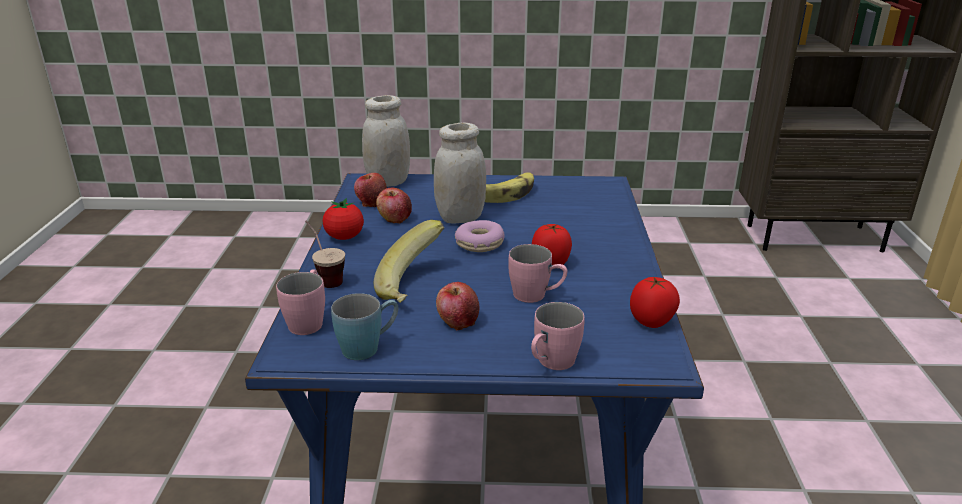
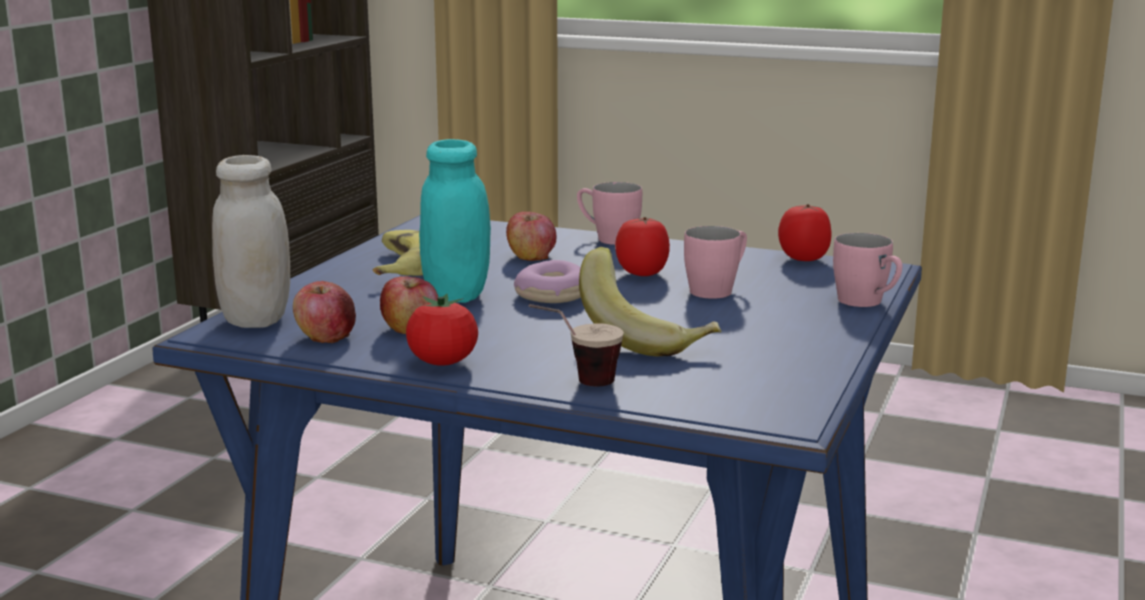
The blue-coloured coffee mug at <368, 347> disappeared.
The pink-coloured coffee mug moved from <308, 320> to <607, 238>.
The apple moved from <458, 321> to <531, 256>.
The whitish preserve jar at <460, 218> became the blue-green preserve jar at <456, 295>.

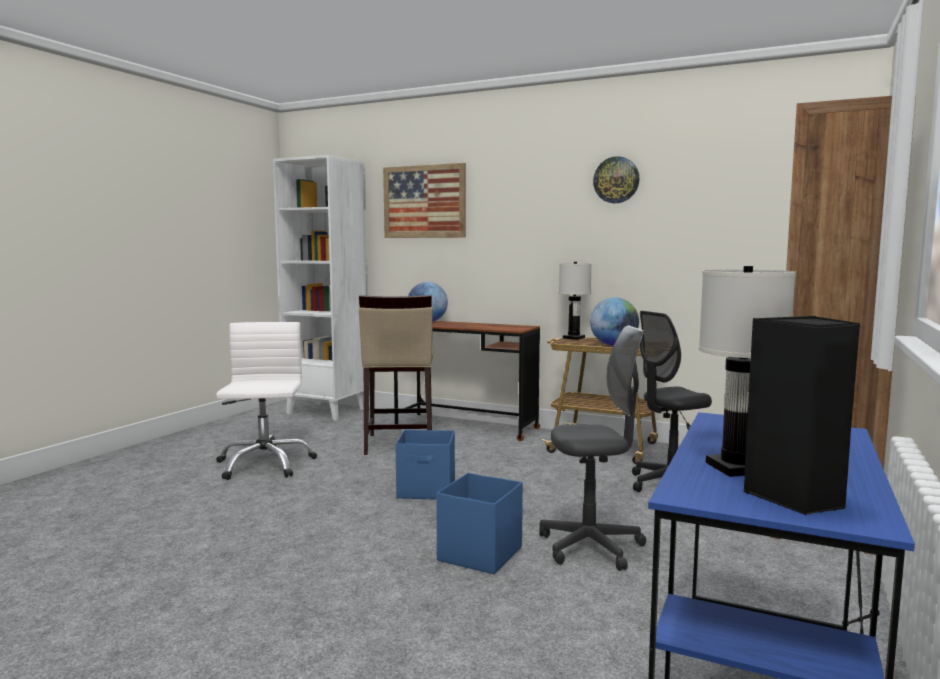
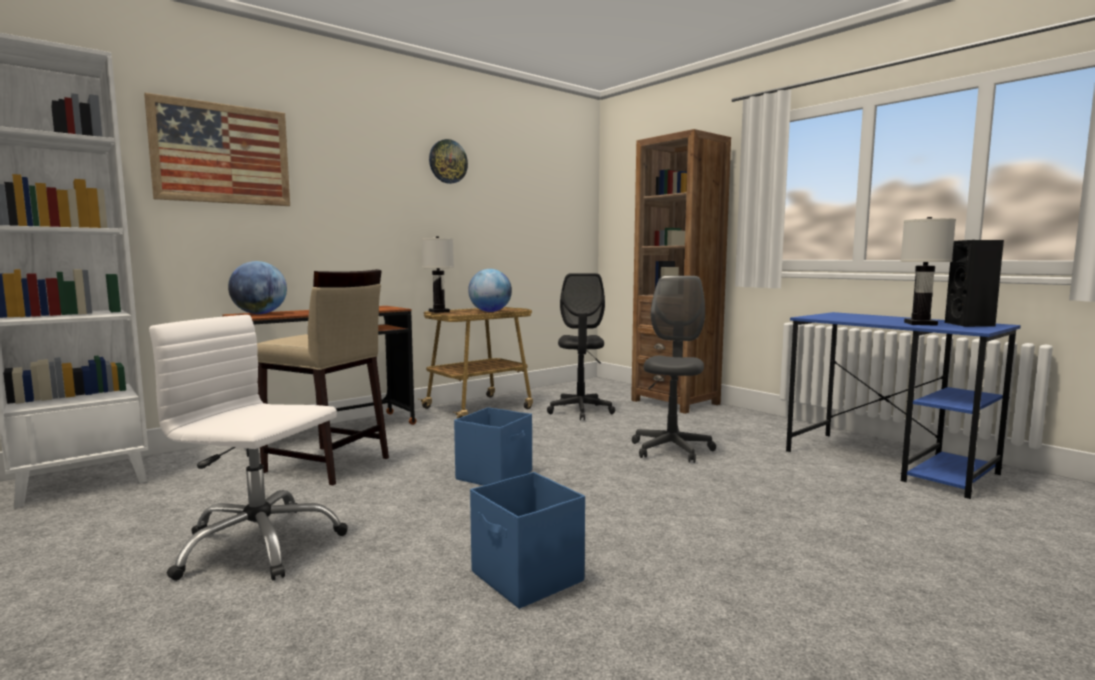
The blue-coloured storage bin moved from <479, 554> to <527, 578>.

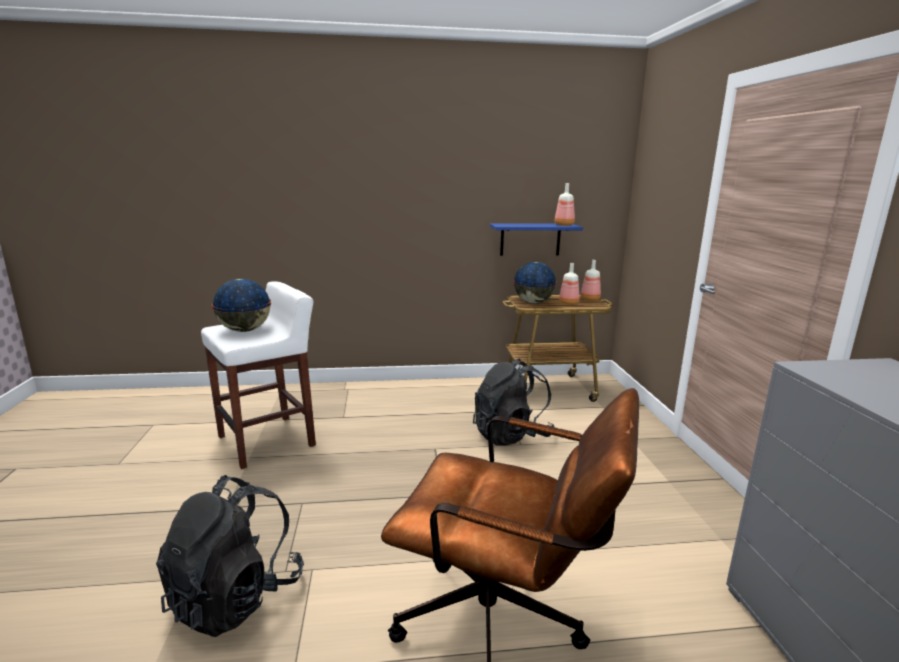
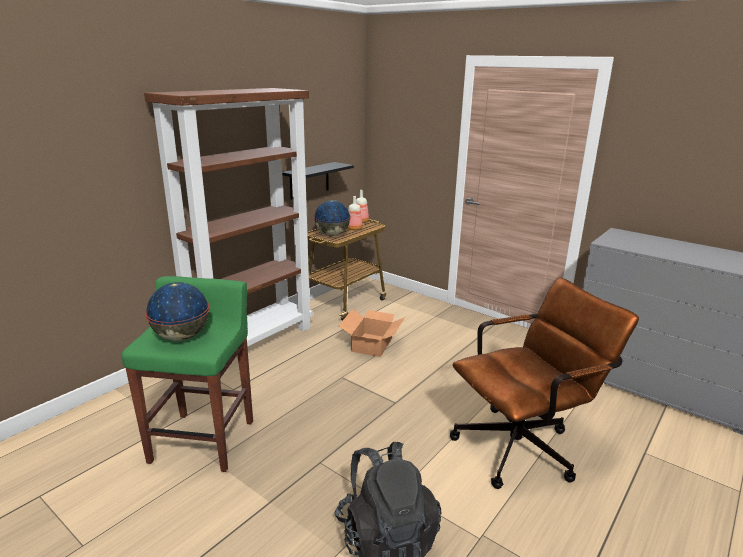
The beverage bottle at <564, 225> disappeared.
The brownish bookshelf at <253, 343> appeared.
The black-coloured rucksack at <511, 435> was replaced by the carton at <372, 344>.
The whitish stool seat at <268, 441> became the greenish stool seat at <204, 440>.
The blue-coloured bracket shelf at <530, 239> became the black-coloured bracket shelf at <309, 180>.

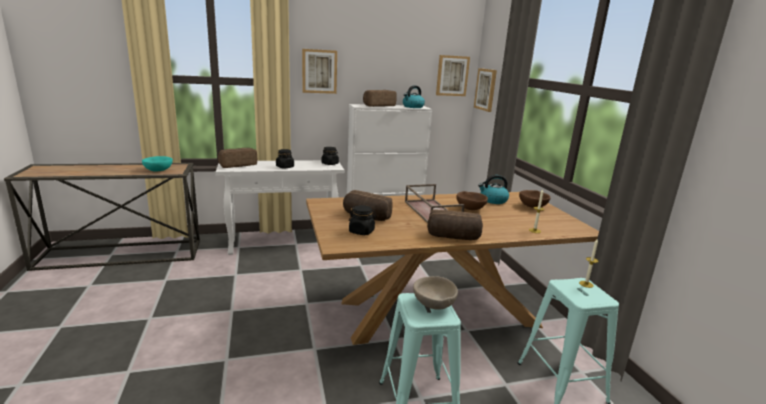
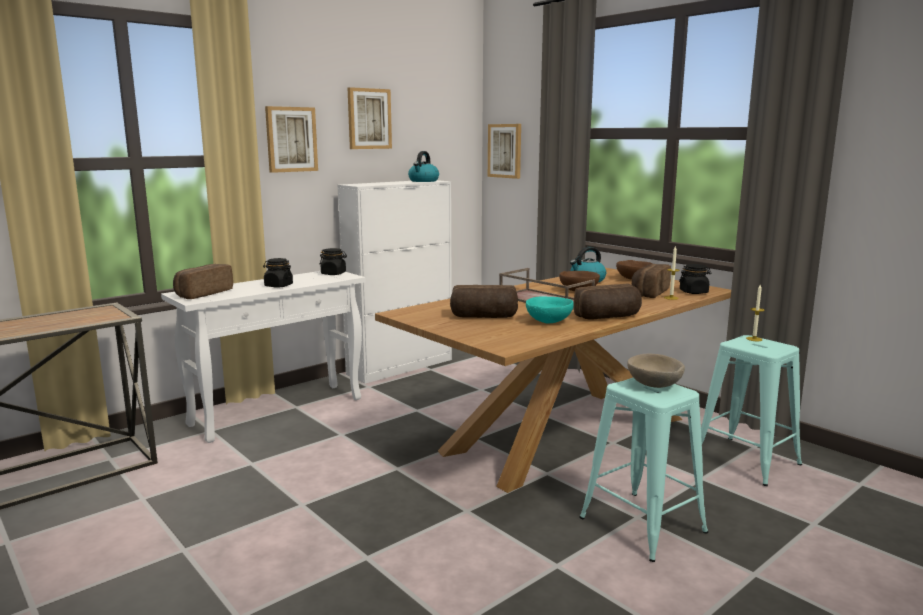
The blue-green bowl moved from <159, 170> to <548, 321>.
The black-coloured preserve jar moved from <362, 231> to <694, 292>.
The bread moved from <378, 105> to <648, 292>.
The picture moved from <452, 75> to <369, 119>.

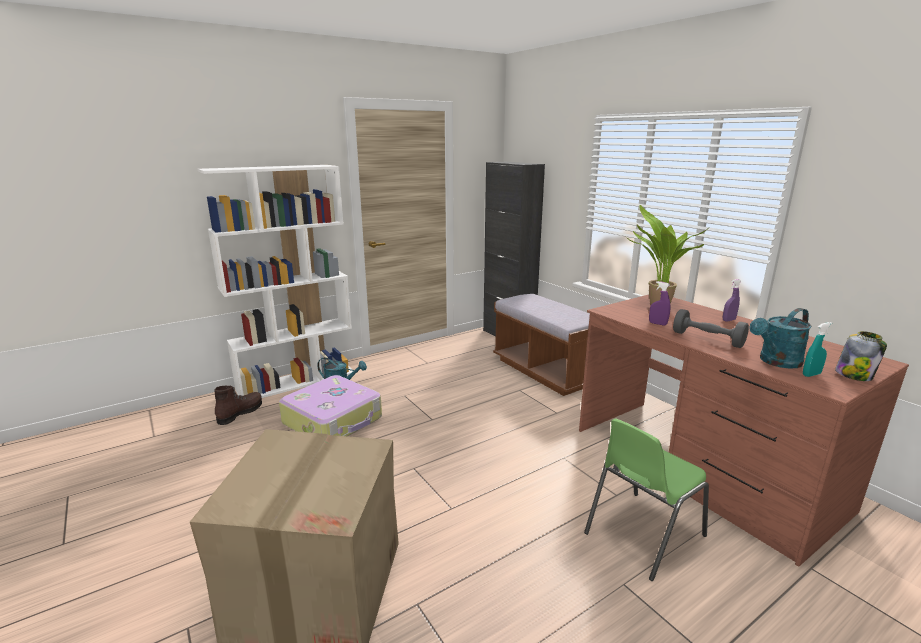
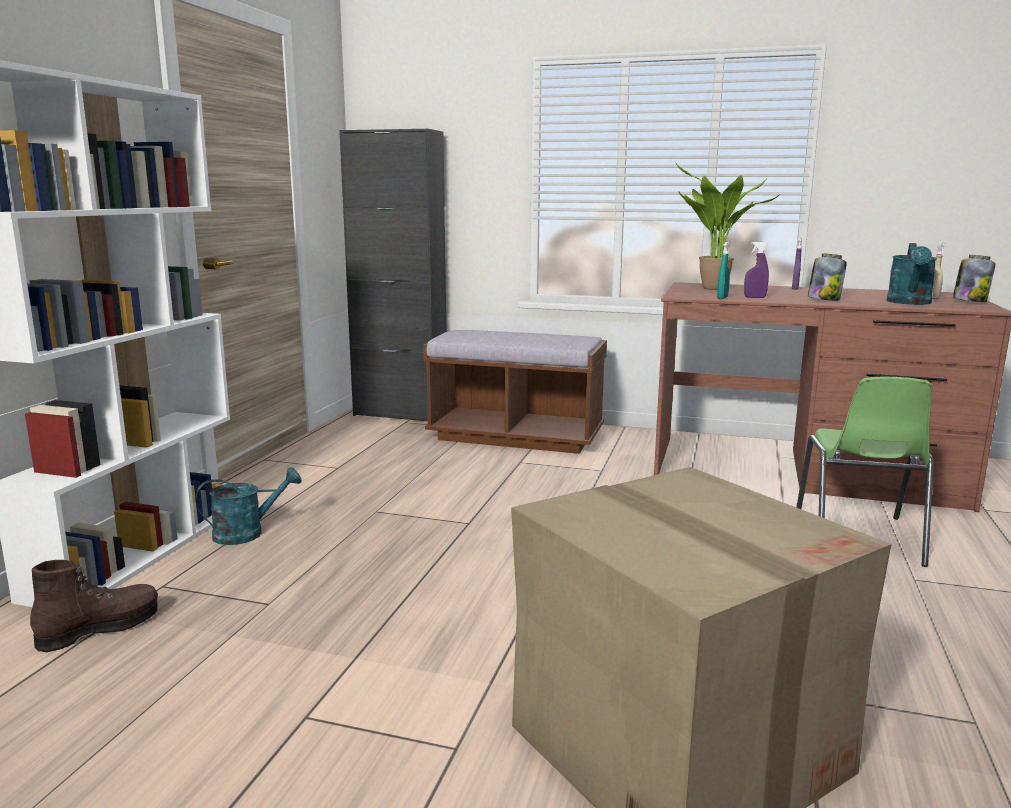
The piece of luggage at <334, 421> disappeared.
The beige-coloured sprayer at <933, 298> appeared.
The blue-green sprayer moved from <811, 374> to <722, 298>.
The gray hand weight at <707, 339> was replaced by the preserve jar at <824, 299>.
The brownish tall boot at <240, 413> turned 60 degrees clockwise.

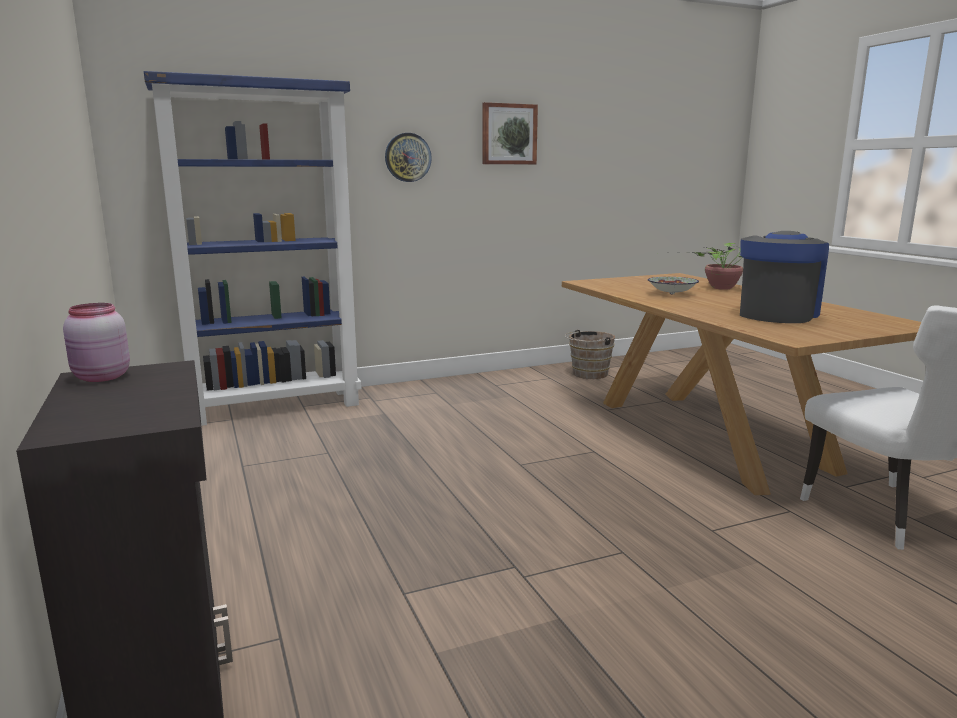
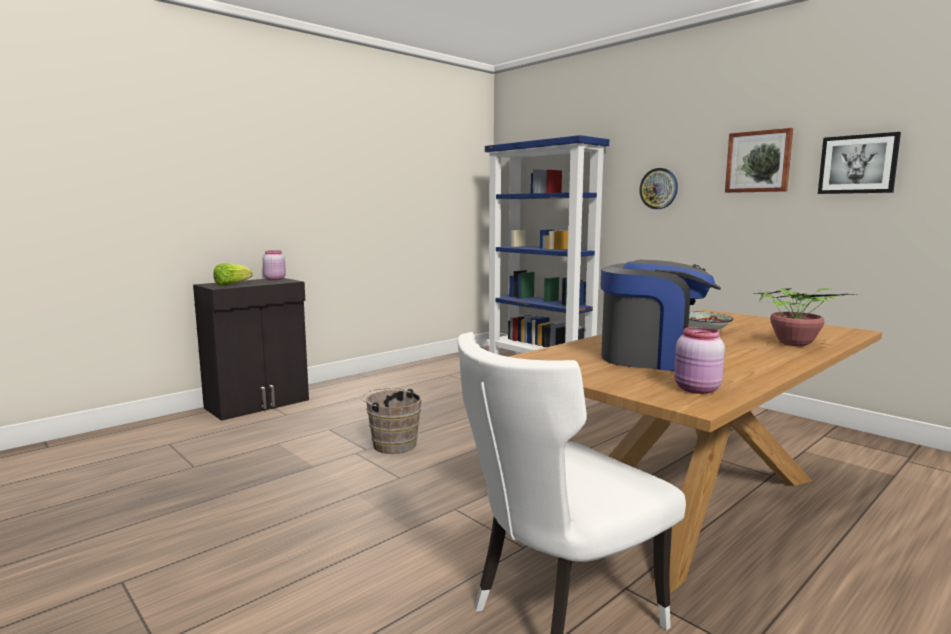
The head of lettuce at <231, 285> appeared.
The pink-coloured preserve jar at <696, 390> appeared.
The picture at <858, 164> appeared.
The brownish pail moved from <587, 374> to <392, 444>.

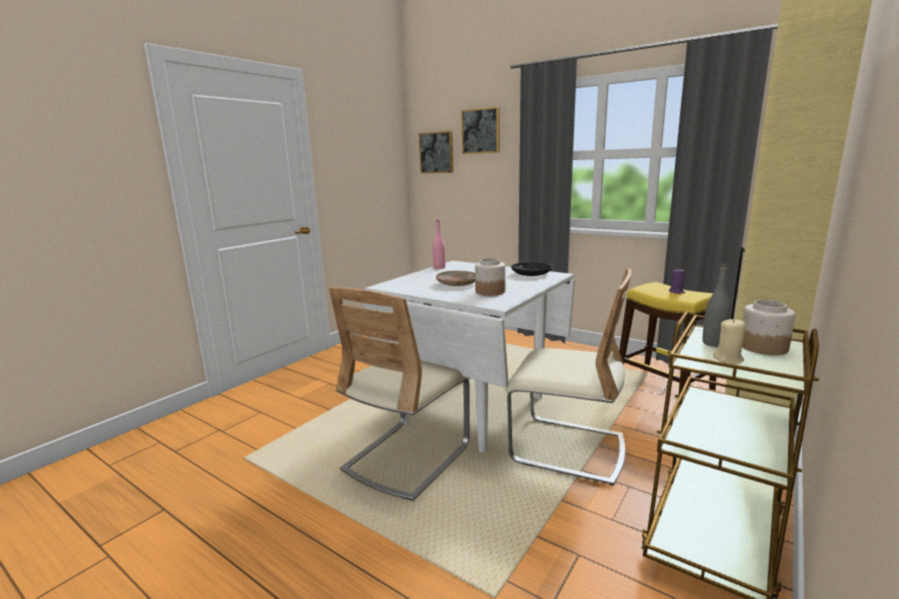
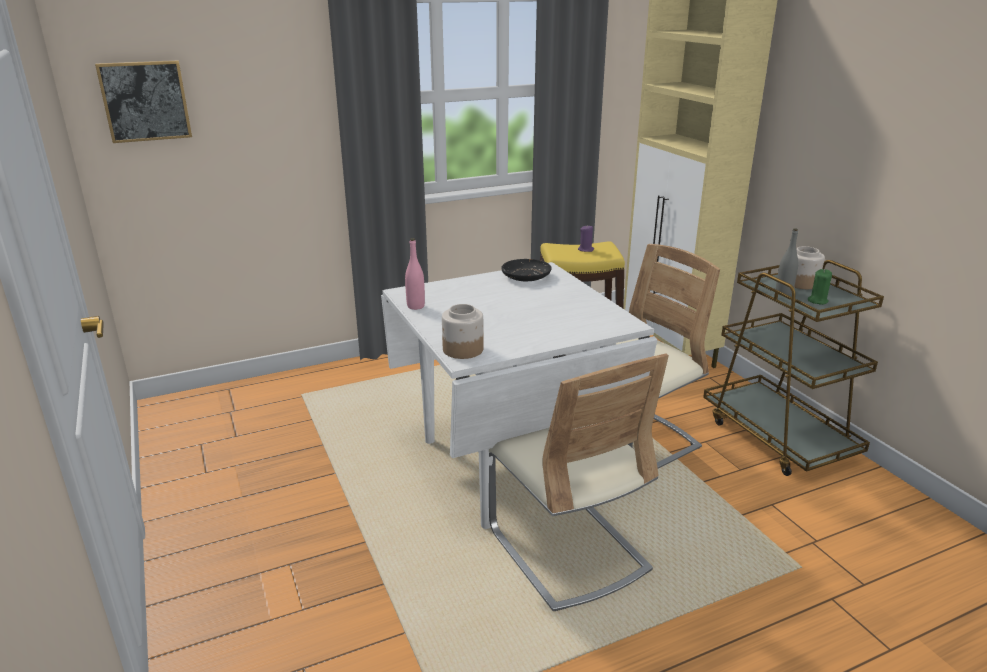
The beige-coloured flat dish at <457, 283> disappeared.
The picture at <481, 131> disappeared.
The preserve jar moved from <489, 291> to <462, 350>.
The beige-coloured wax candle at <728, 359> became the greenish wax candle at <817, 301>.

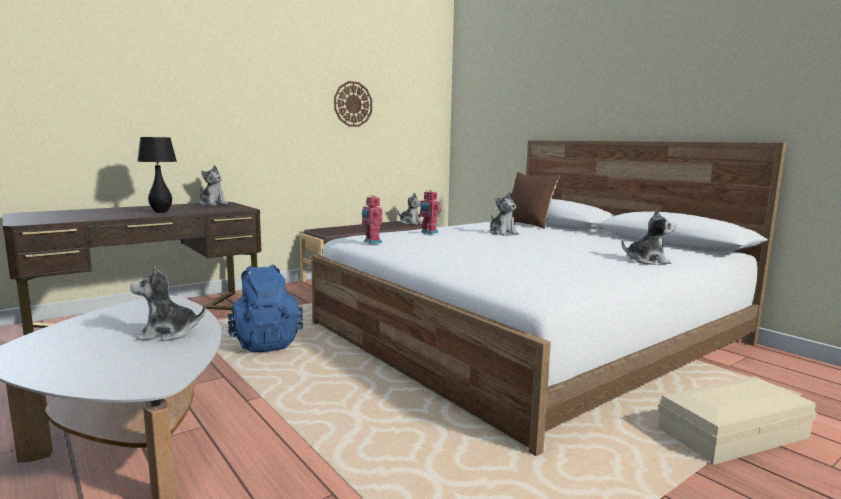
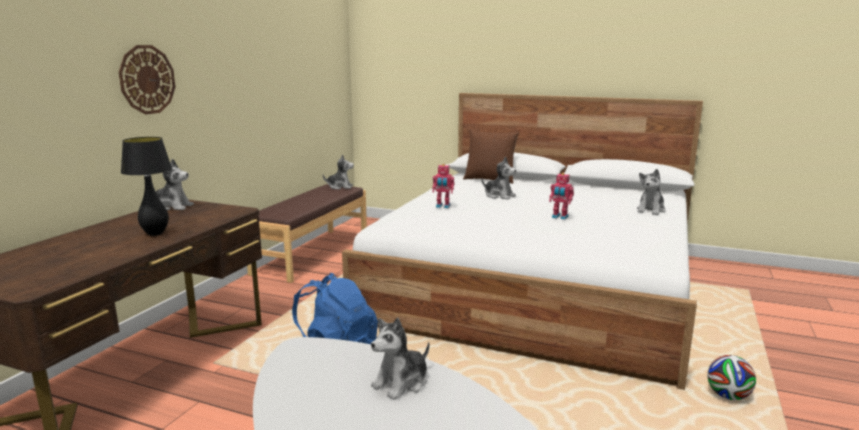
The beige-coloured storage bin at <730, 433> disappeared.
The ball for football at <728, 396> appeared.
The wall clock moved from <353, 104> to <147, 79>.
The model robot moved from <372, 242> to <559, 217>.
The plush toy at <647, 261> turned 150 degrees clockwise.

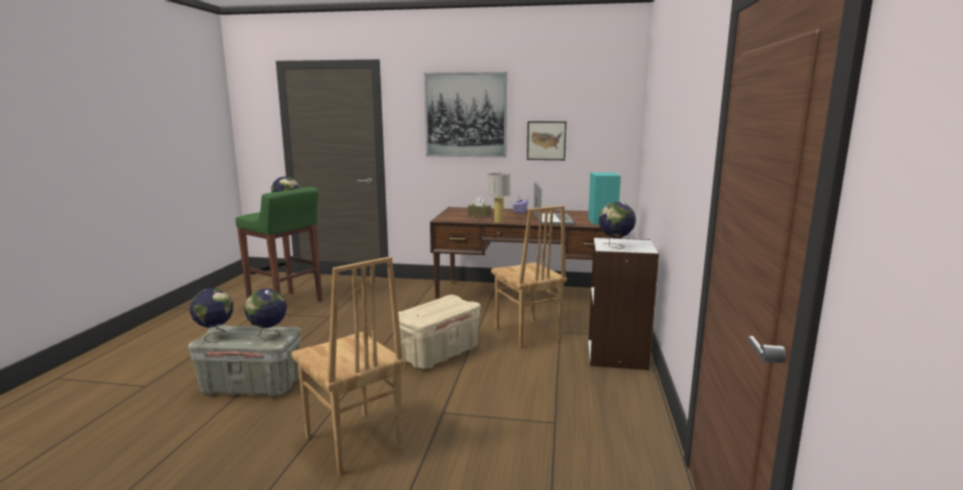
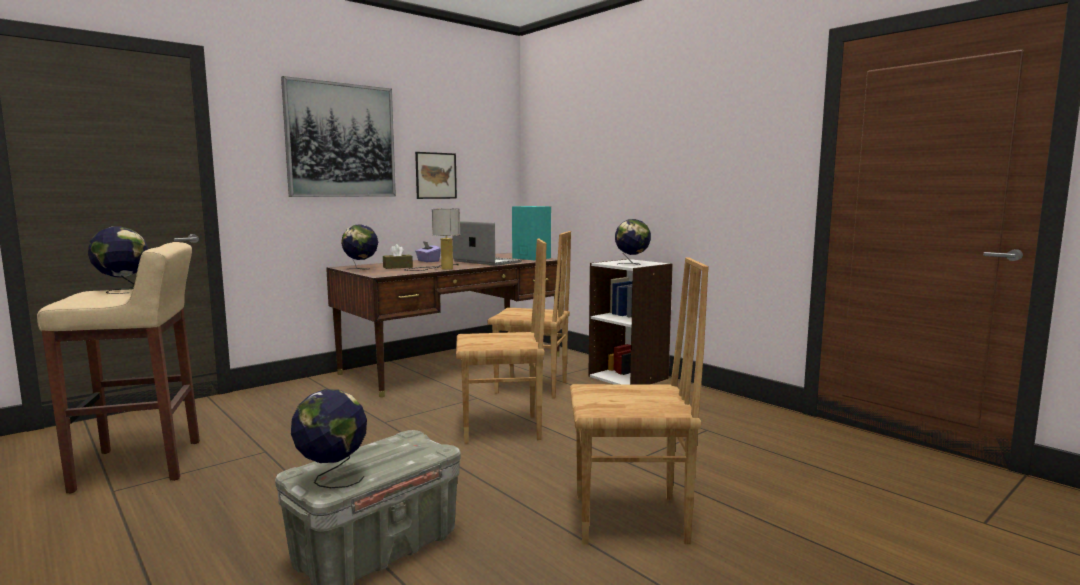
The globe moved from <268, 336> to <361, 269>.
The beige-coloured storage bin at <438, 354> was replaced by the brownish plain chair at <502, 429>.
The greenish stool seat at <286, 304> became the beige-coloured stool seat at <141, 465>.

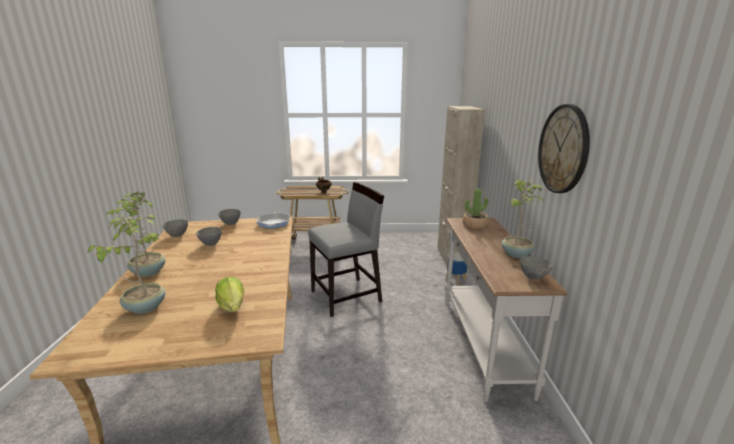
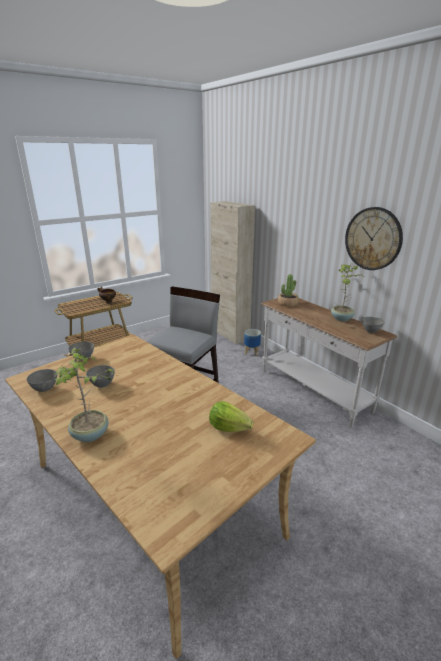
The potted plant at <144, 307> disappeared.
The frying pan at <273, 223> disappeared.

